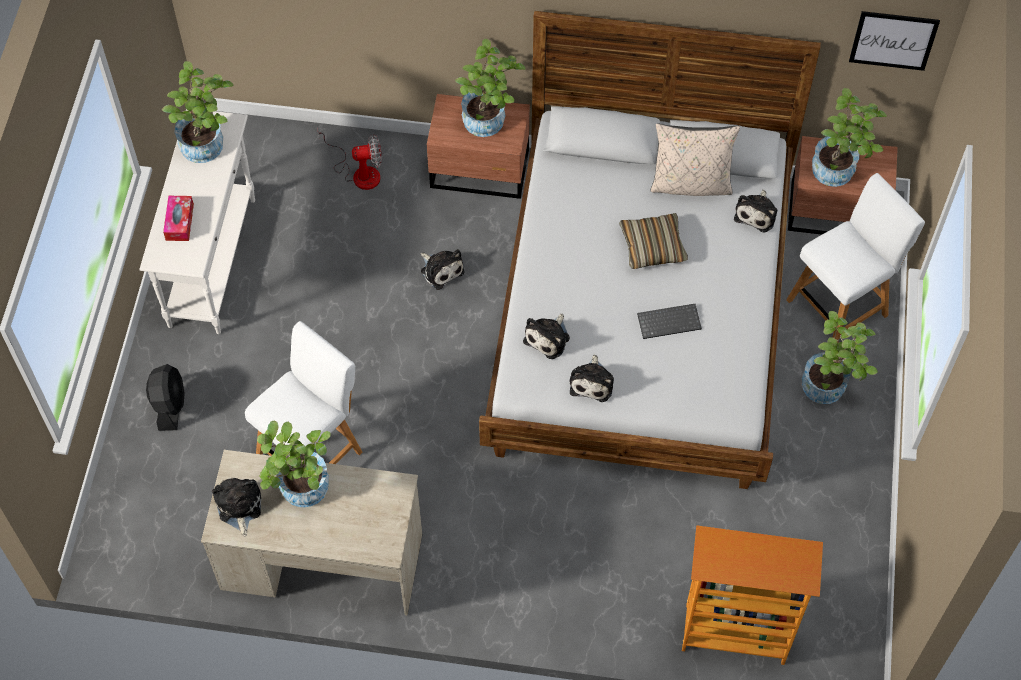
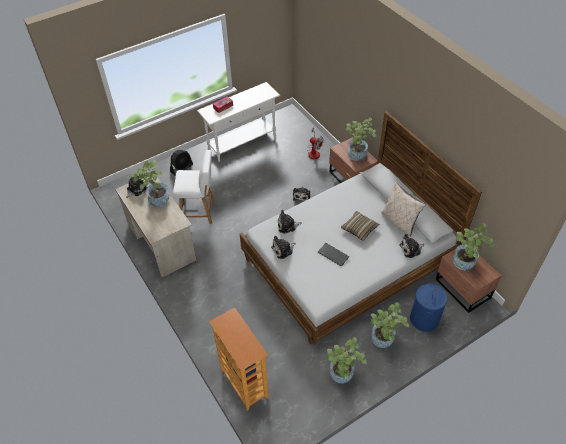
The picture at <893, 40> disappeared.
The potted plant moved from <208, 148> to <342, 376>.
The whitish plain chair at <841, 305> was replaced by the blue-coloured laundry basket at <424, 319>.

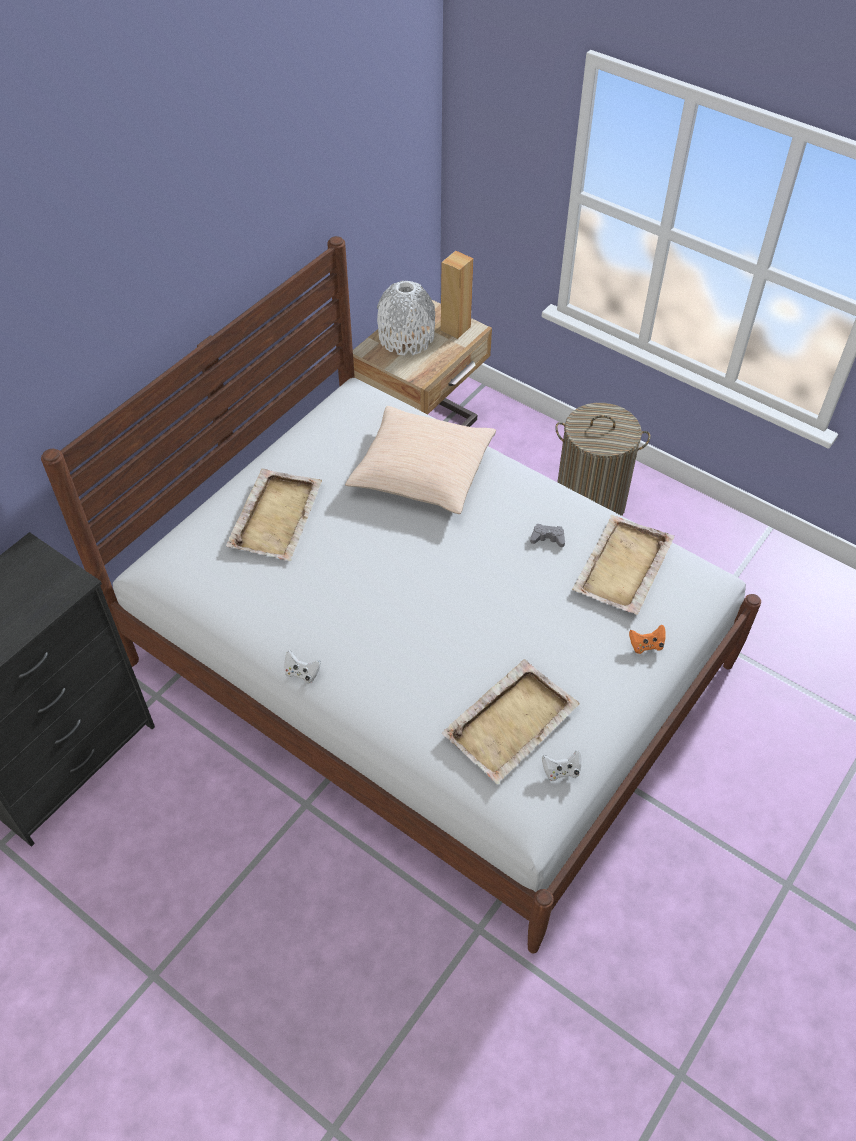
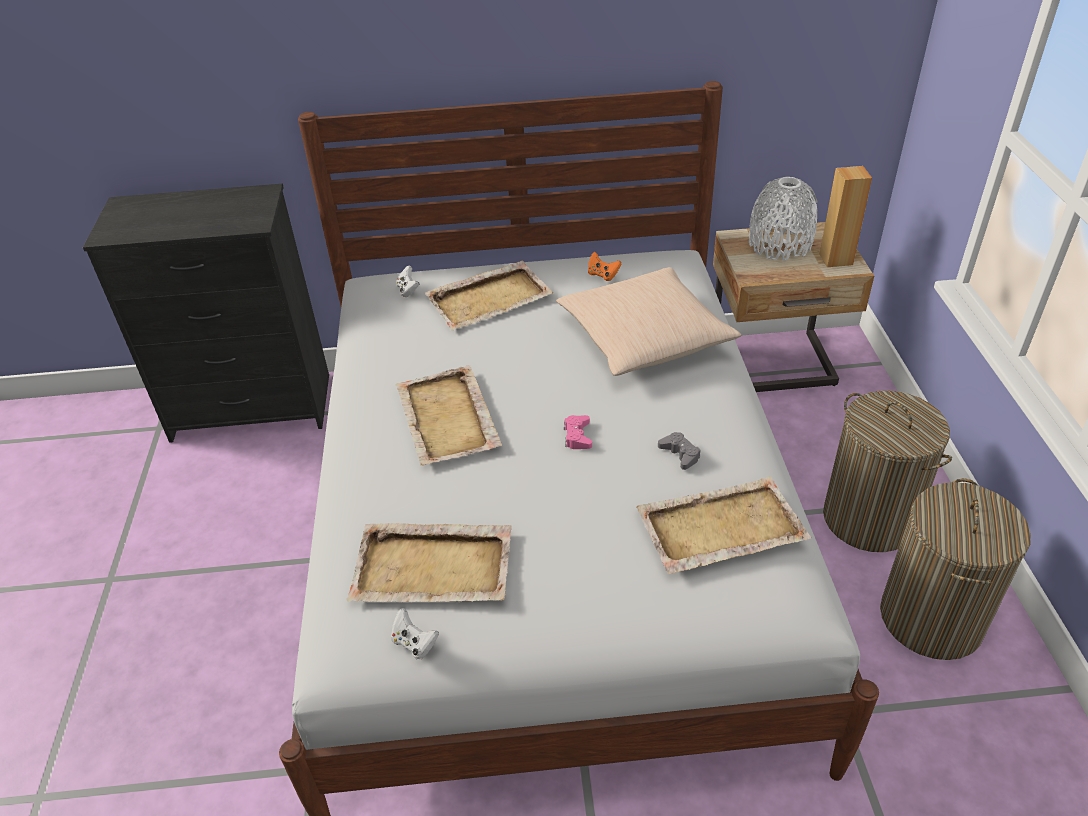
The beige-coloured carrying tray at <447, 419> appeared.
The pink-coloured joypad at <577, 436> appeared.
The laundry basket at <931, 618> appeared.
The whitish joypad moved from <302, 673> to <408, 290>.
The orange joypad moved from <646, 645> to <603, 275>.

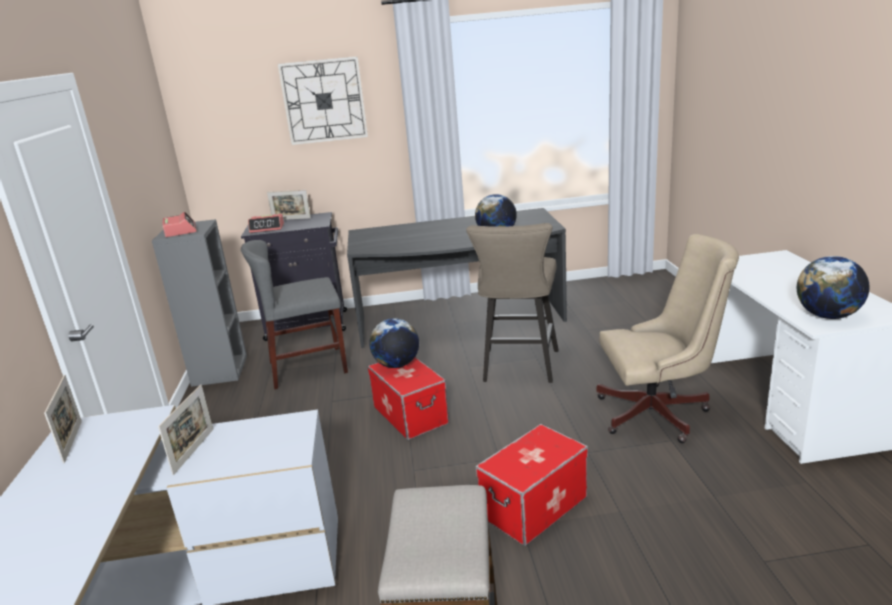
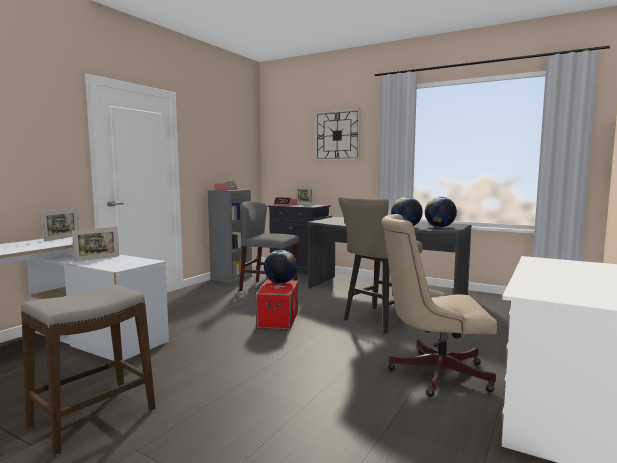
The storage bin at <534, 507> disappeared.
The globe moved from <827, 316> to <439, 227>.
The beige-coloured office chair at <659, 413> turned 150 degrees clockwise.

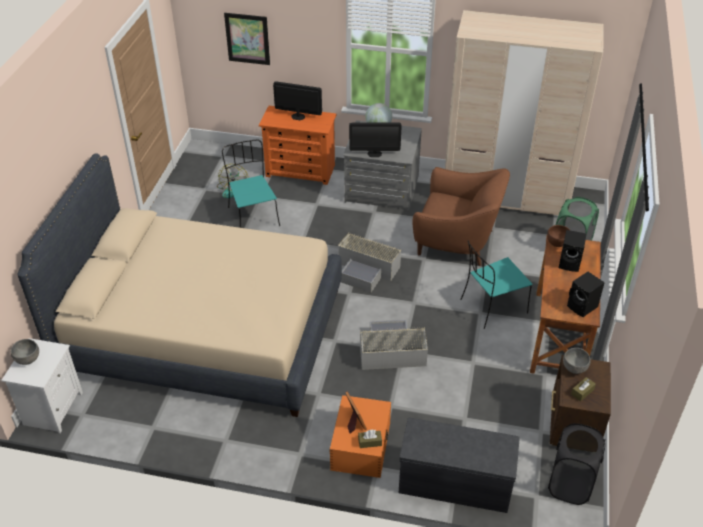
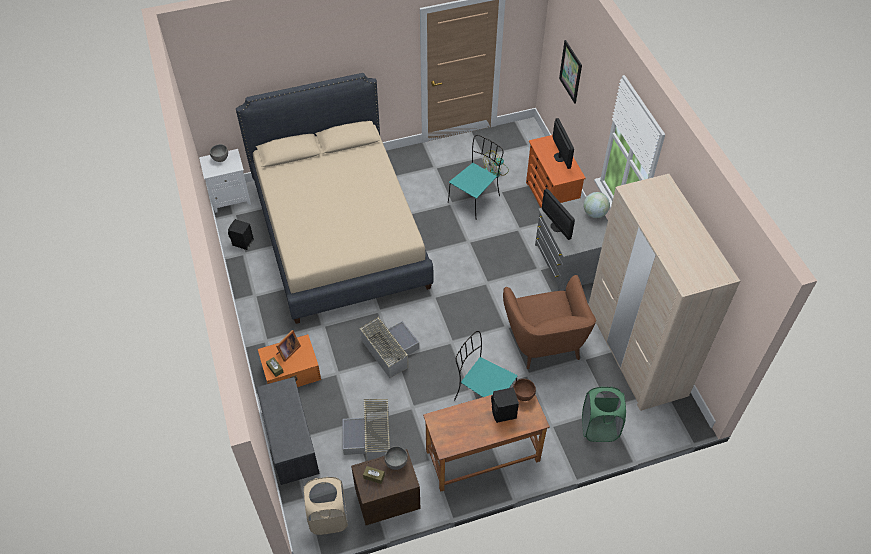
The gray storage bin moved from <367, 270> to <370, 437>.
The black-coloured speaker moved from <582, 307> to <242, 243>.
The black-coloured laundry basket at <570, 484> became the beige-coloured laundry basket at <328, 517>.

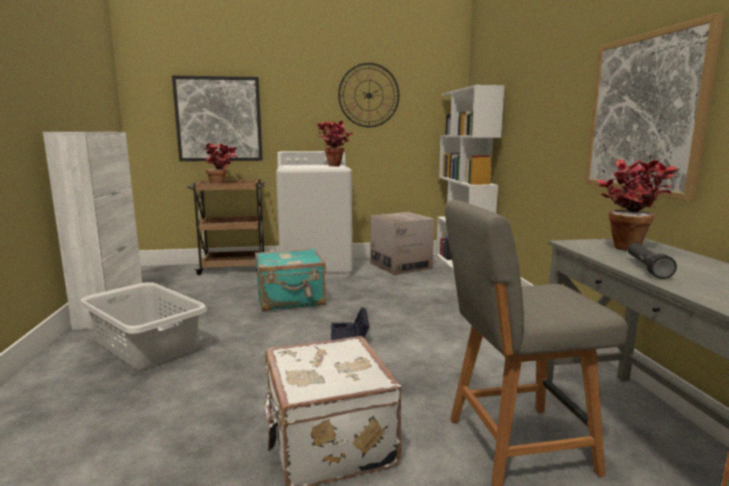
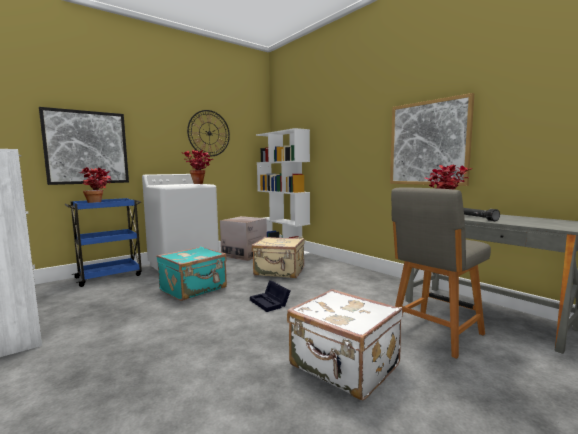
The gray laundry basket at <146, 346> disappeared.
The beige-coloured piece of luggage at <279, 272> appeared.
The brownish cart at <234, 268> became the blue-coloured cart at <110, 276>.

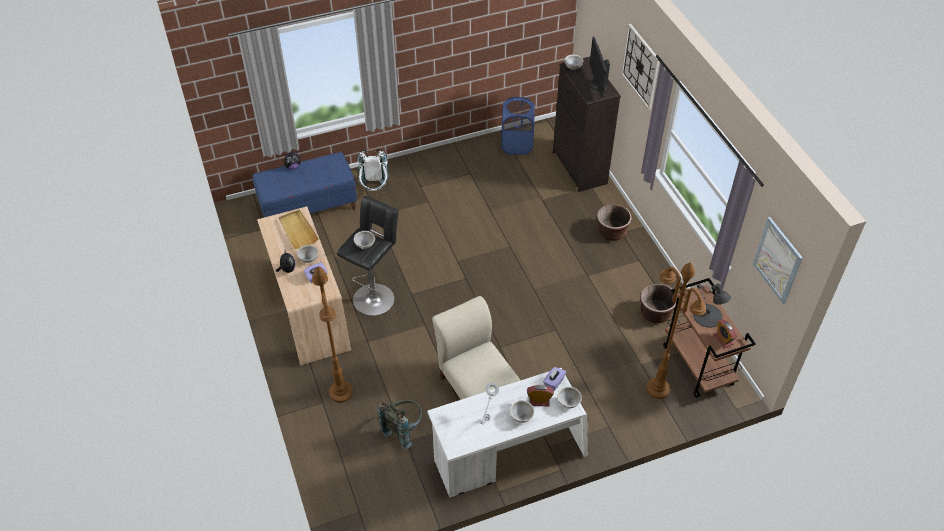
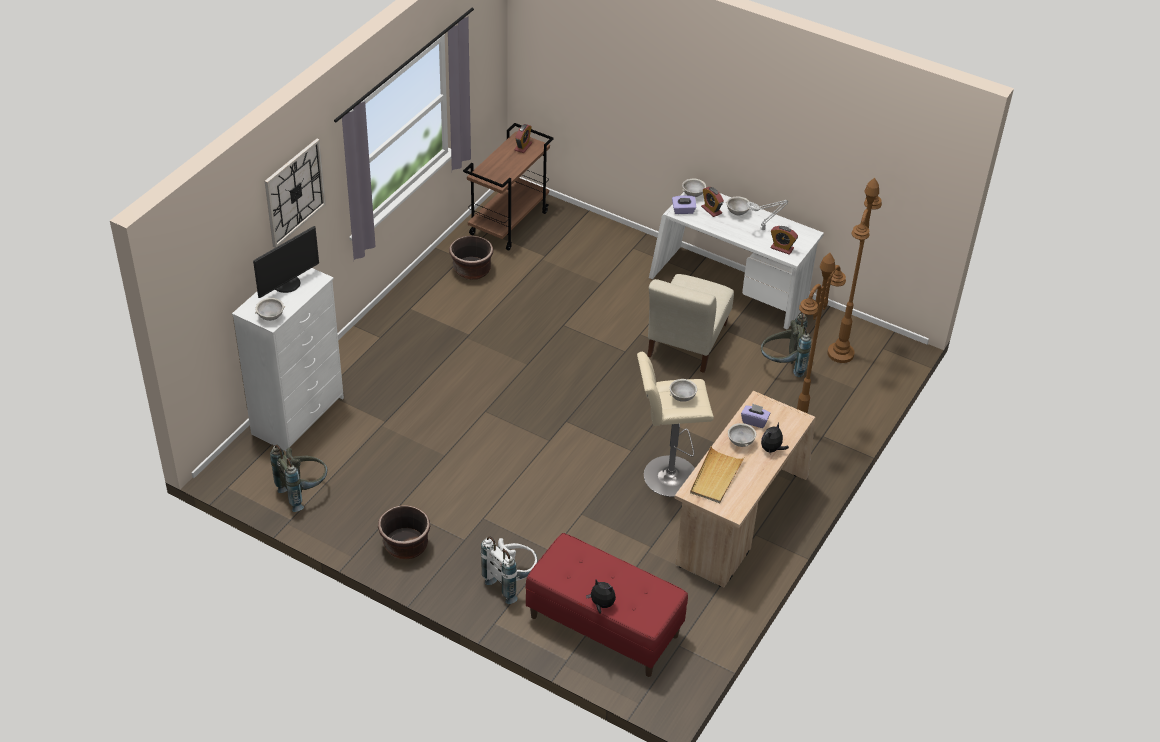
The black-coloured table lamp at <707, 316> disappeared.
The picture at <777, 260> disappeared.
The table clock at <782, 248> appeared.
The brownish planter moved from <611, 232> to <405, 546>.
The brownish standing lamp moved from <657, 388> to <840, 354>.
The blue-coloured laundry basket at <517, 145> was replaced by the gray rucksack at <303, 492>.
The blue-coloured long seat at <308, 207> became the red long seat at <603, 626>.
The black-coloured stool seat at <375, 297> became the beige-coloured stool seat at <666, 476>.
The black-coloured drawer chest at <579, 168> became the whitish drawer chest at <299, 416>.

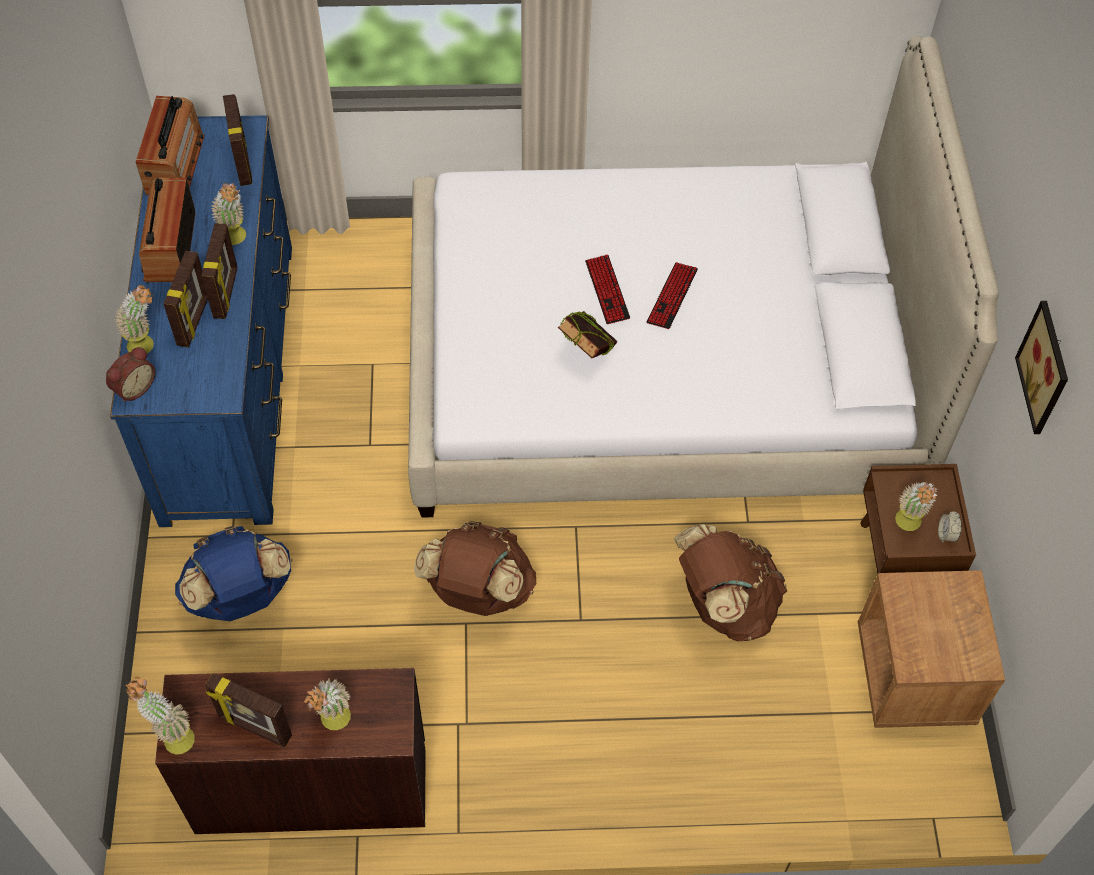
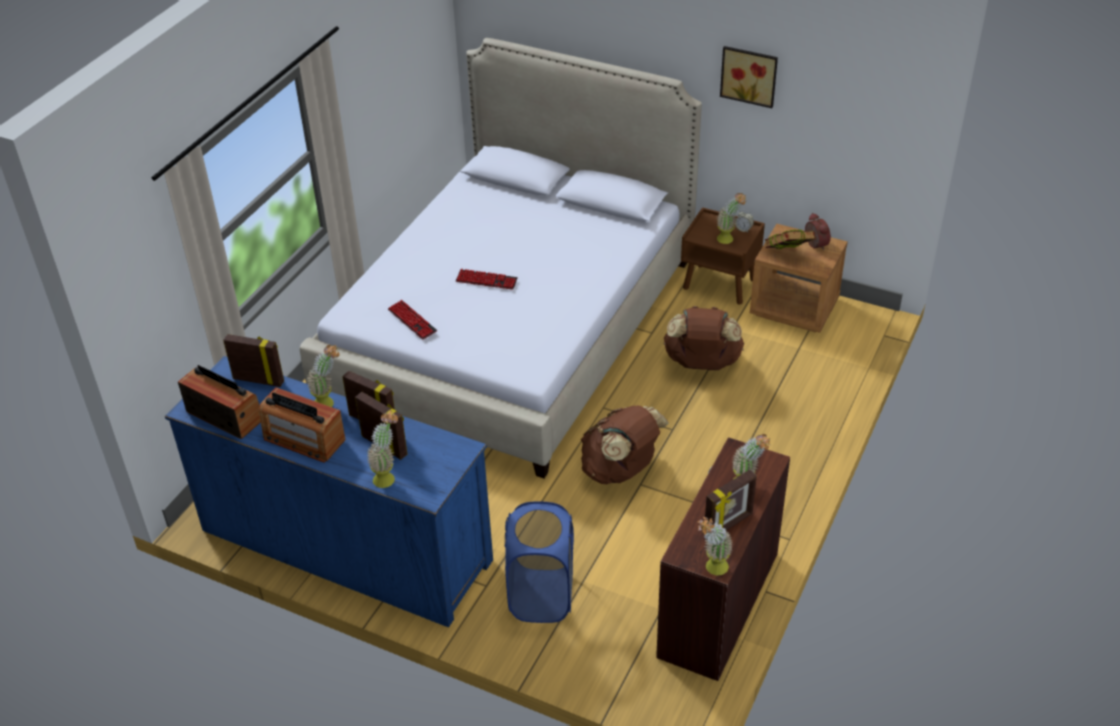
The table clock moved from <133, 387> to <814, 245>.
The bound book moved from <586, 353> to <787, 256>.
The keyboard moved from <672, 296> to <412, 321>.
The blue-coloured rucksack at <241, 596> was replaced by the blue-coloured laundry basket at <542, 596>.

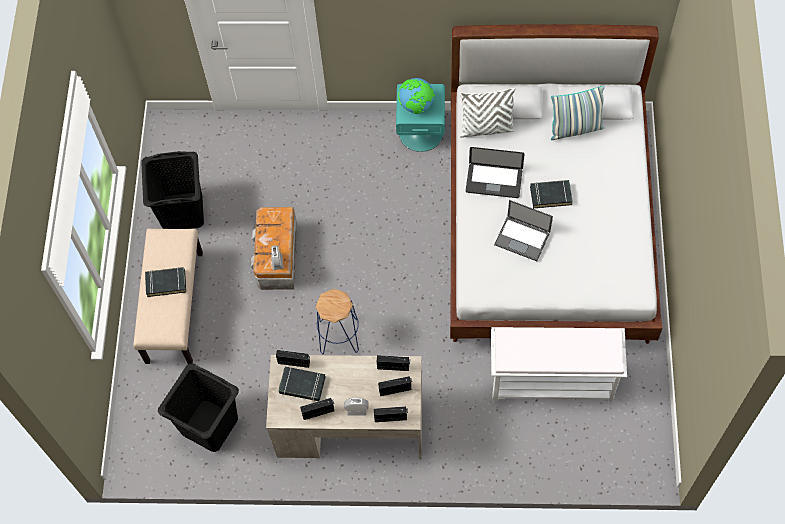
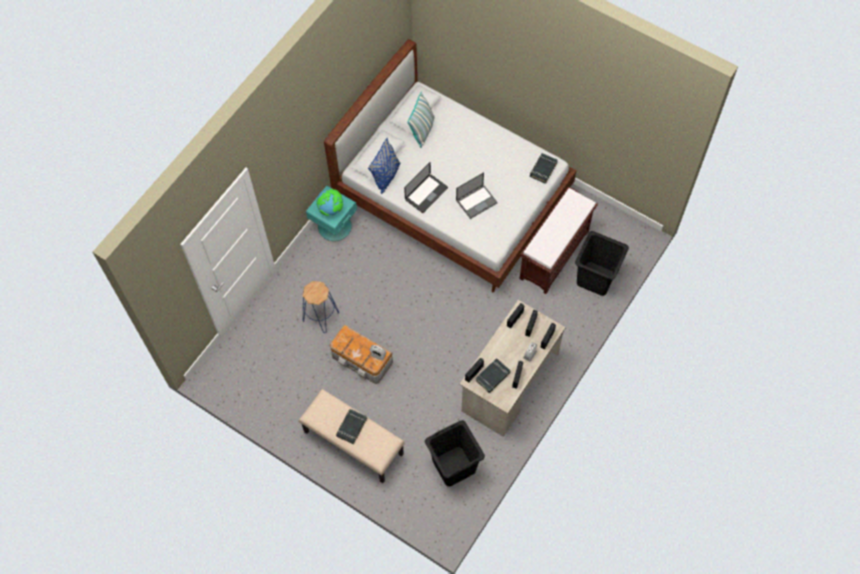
The black-coloured laundry basket moved from <183, 211> to <595, 278>.
The blue-coloured stool seat moved from <339, 336> to <321, 316>.
The black-coloured bound book moved from <550, 195> to <543, 169>.
The whitish cushion at <486, 128> became the blue-coloured cushion at <386, 176>.
The whitish long seat at <553, 380> became the brownish long seat at <554, 254>.

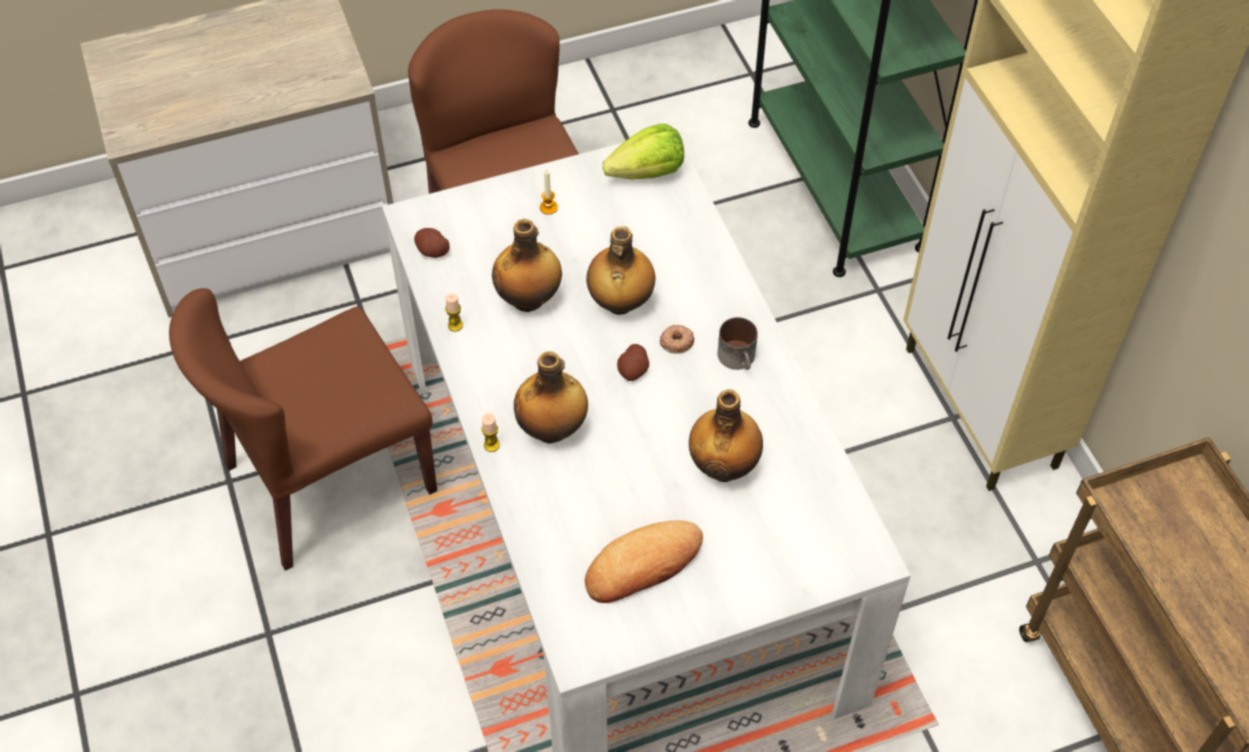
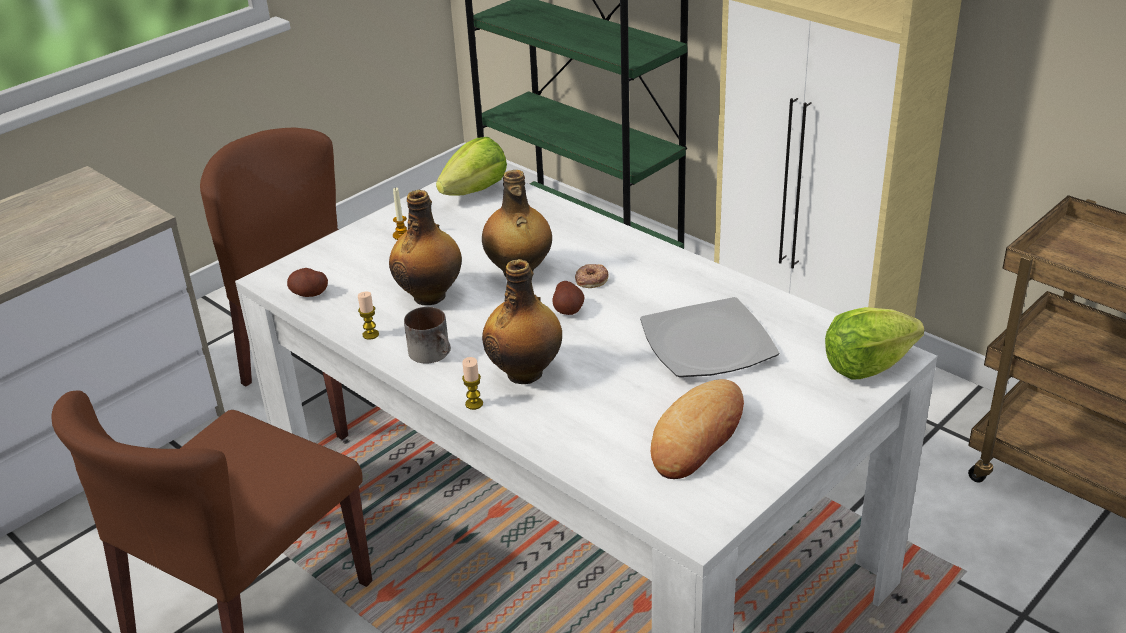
The head of lettuce at <867, 365> appeared.
The coffee mug moved from <739, 358> to <434, 353>.
The beverage bottle at <724, 466> was replaced by the flat dish at <708, 342>.

